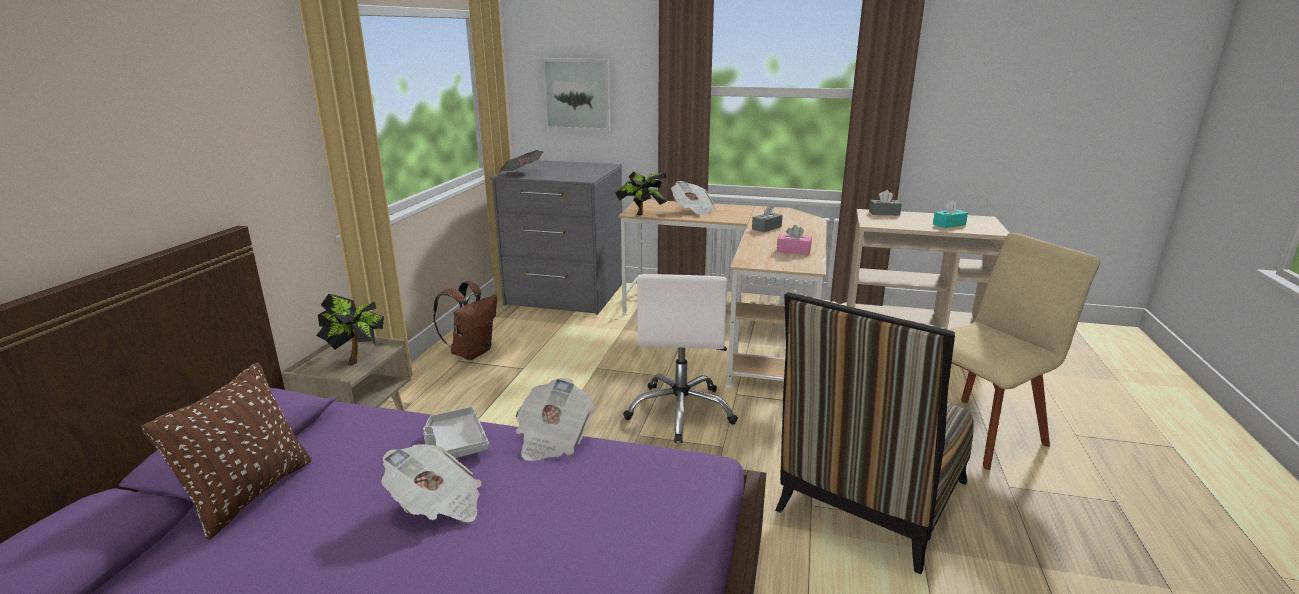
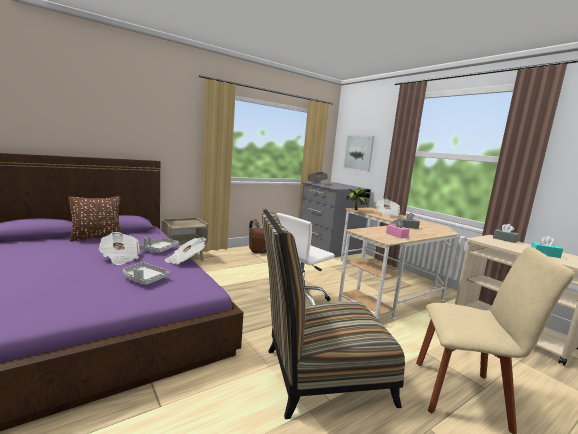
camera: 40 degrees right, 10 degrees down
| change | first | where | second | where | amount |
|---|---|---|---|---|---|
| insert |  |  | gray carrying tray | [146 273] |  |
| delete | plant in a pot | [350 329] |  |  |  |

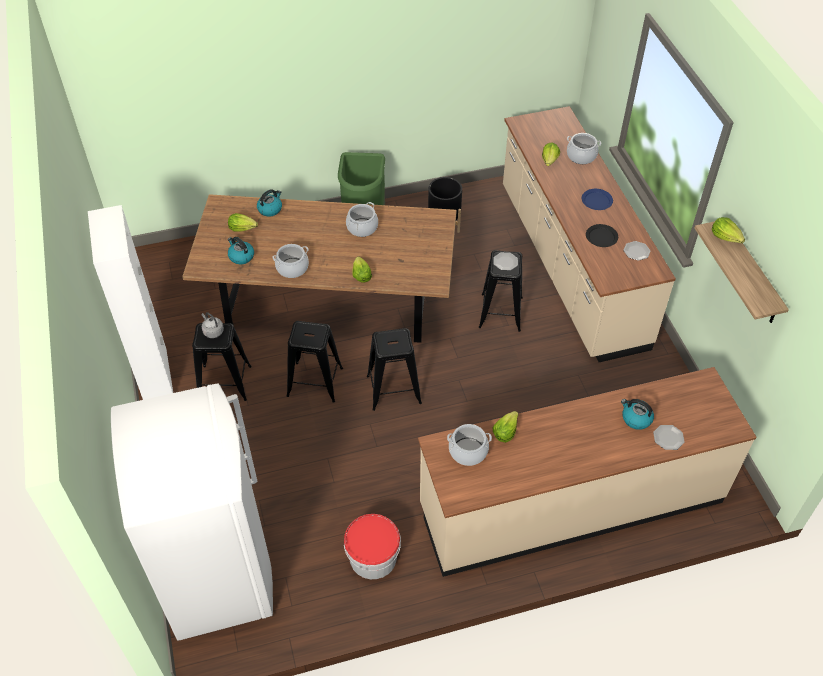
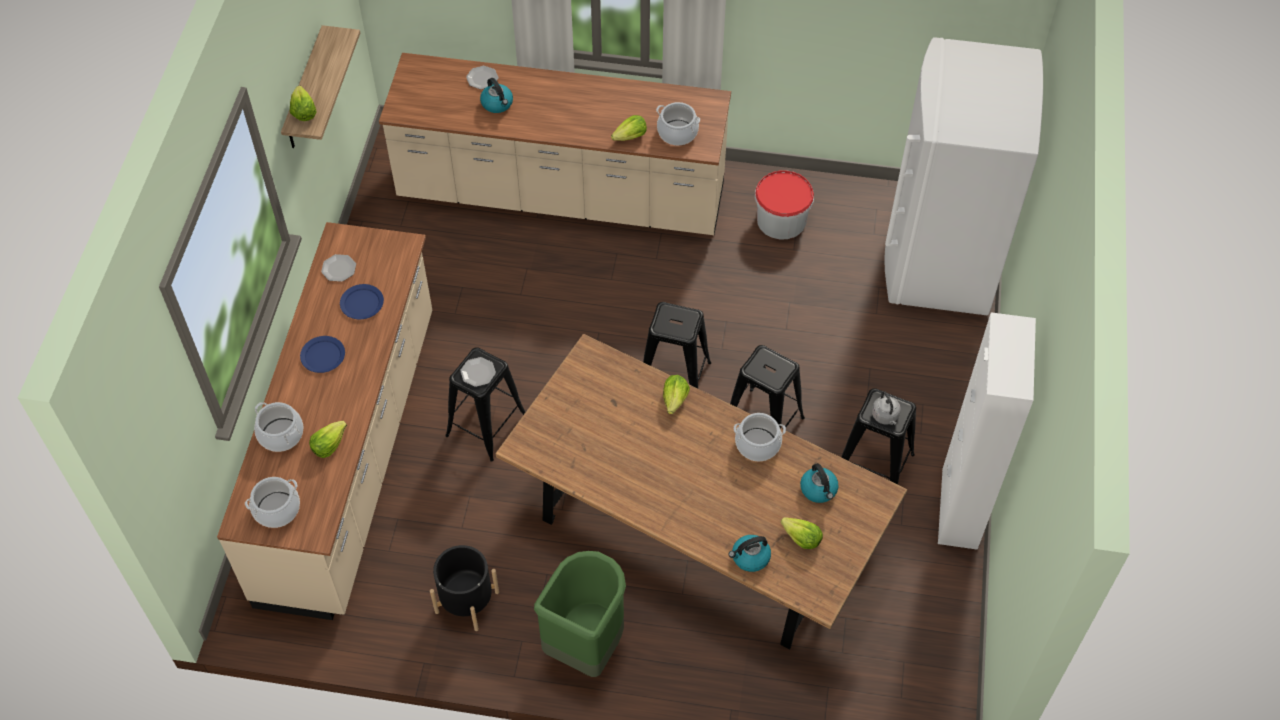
camera: 155 degrees left, 5 degrees up
| change | first | where | second | where | amount |
|---|---|---|---|---|---|
| move | saucepot | [362 219] |  | [272 502] |  |
| recolor | black-coloured dinner plate | [602 235] | blue-coloured dinner plate | [362 301] |  |

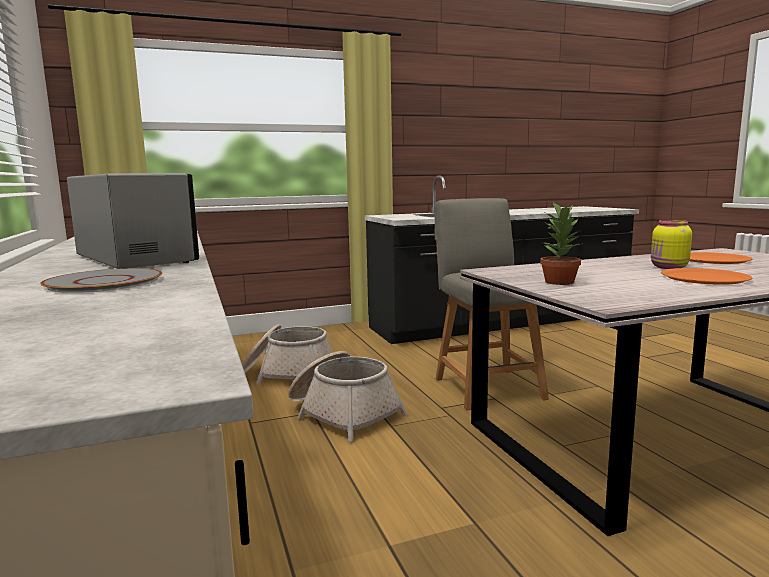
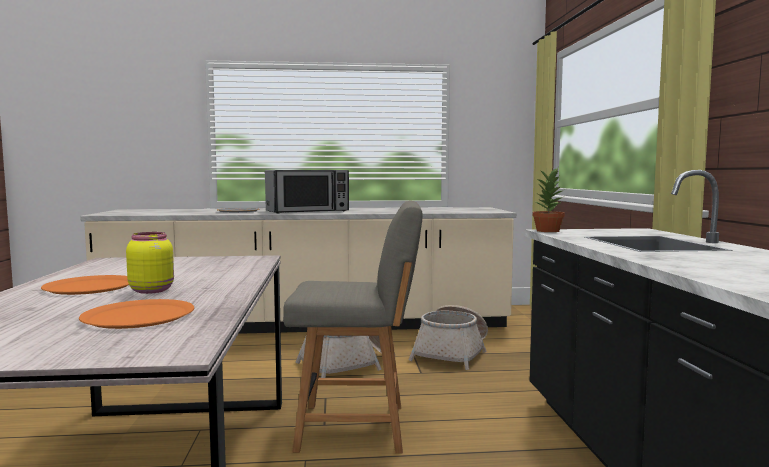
camera: 105 degrees right, 5 degrees down
| change | first | where | second | where | amount |
|---|---|---|---|---|---|
| move | plant in a pot | [561 243] |  | [548 200] |  |

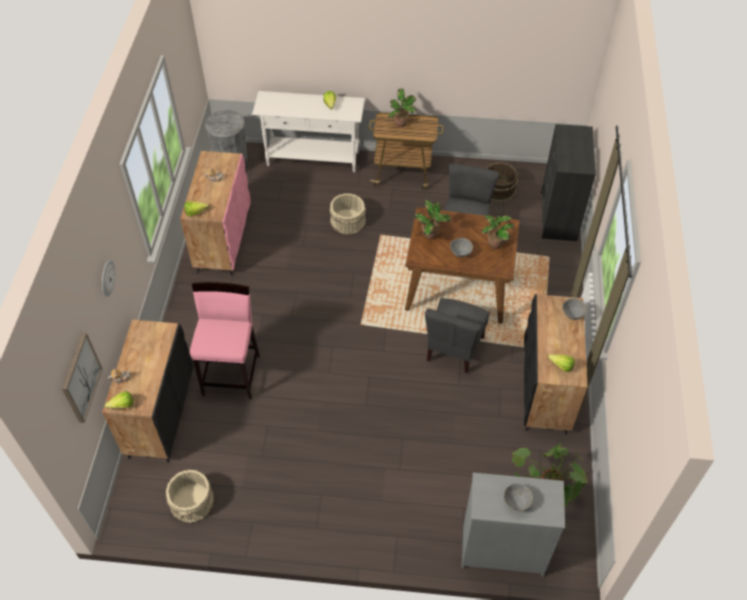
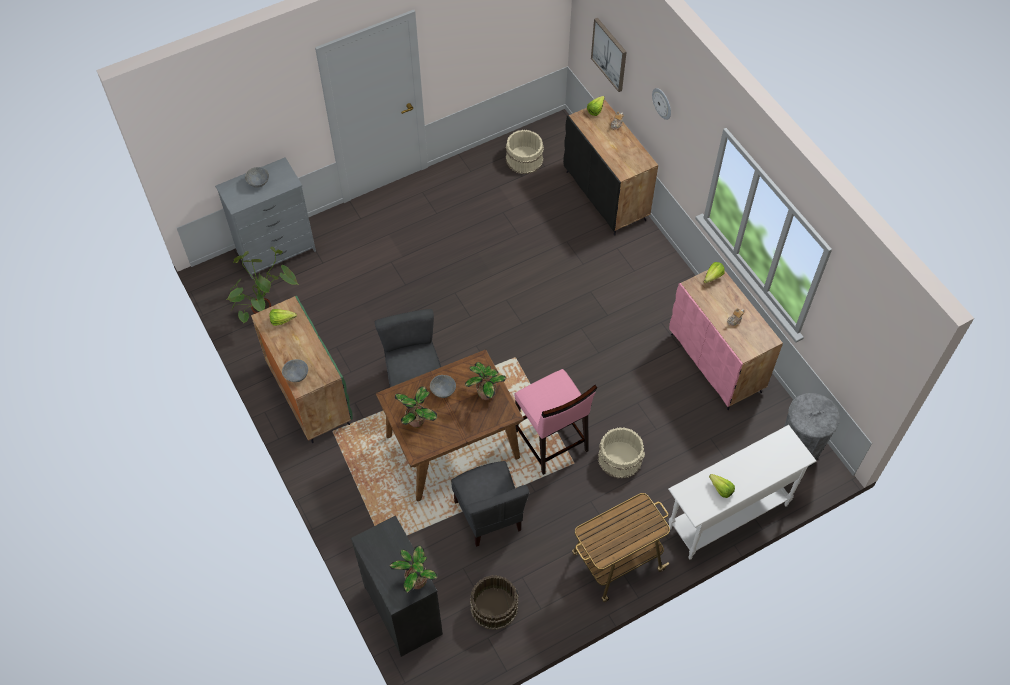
camera: 145 degrees right, 5 degrees up
| change | first | where | second | where | amount |
|---|---|---|---|---|---|
| recolor | black-coloured storage cabinet | [555 364] | green-coloured storage cabinet | [302 369] |  |
| move | plant in a pot | [402 107] |  | [413 569] |  |
| move | pinkish sitting stool | [225 340] |  | [555 422] |  |

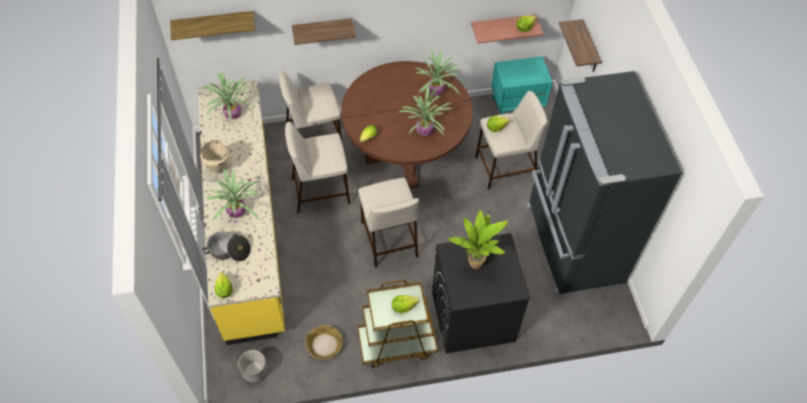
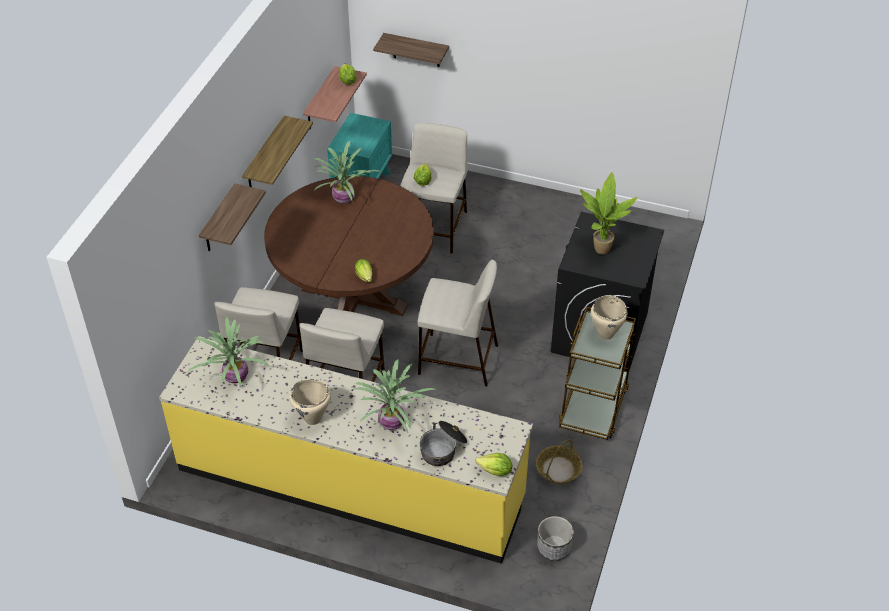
camera: 60 degrees left, 10 degrees down
| change | first | where | second | where | amount |
|---|---|---|---|---|---|
| move | wall shelf | [212 25] |  | [277 151] |  |
| replace | lettuce | [405 304] | sand-coloured saucepot | [609 317] |  |
| delete | plant in a pot | [425 111] |  |  |  |
| delete | black-coloured refrigerator | [604 183] |  |  |  |

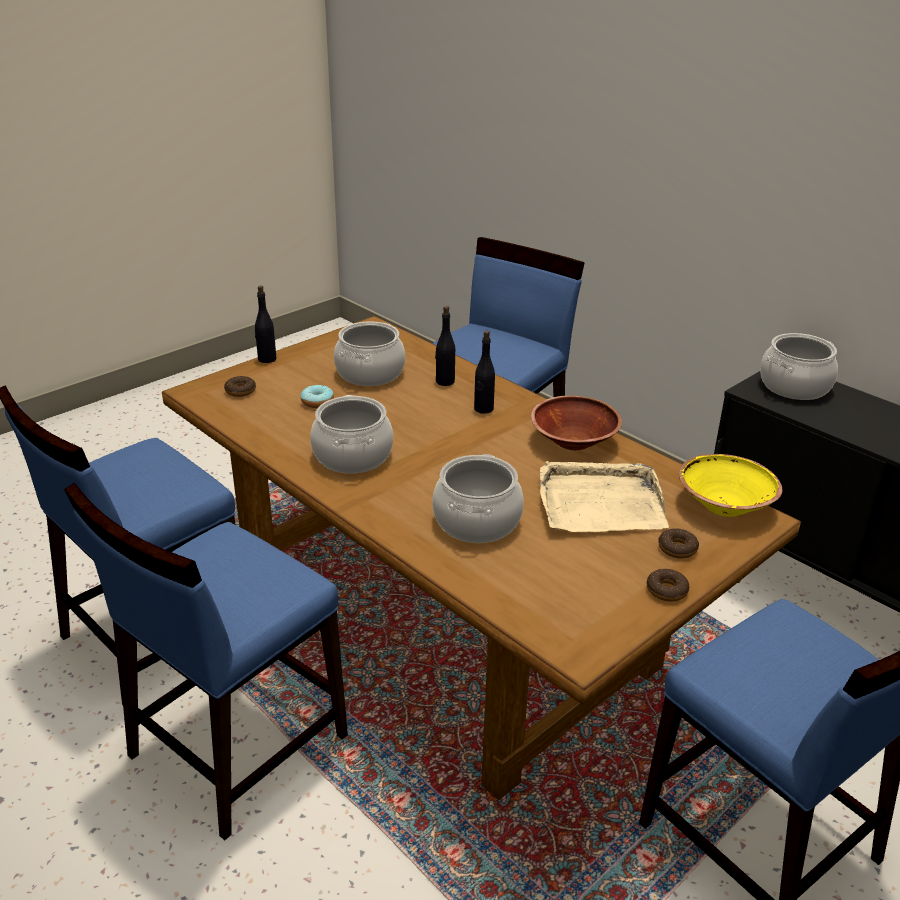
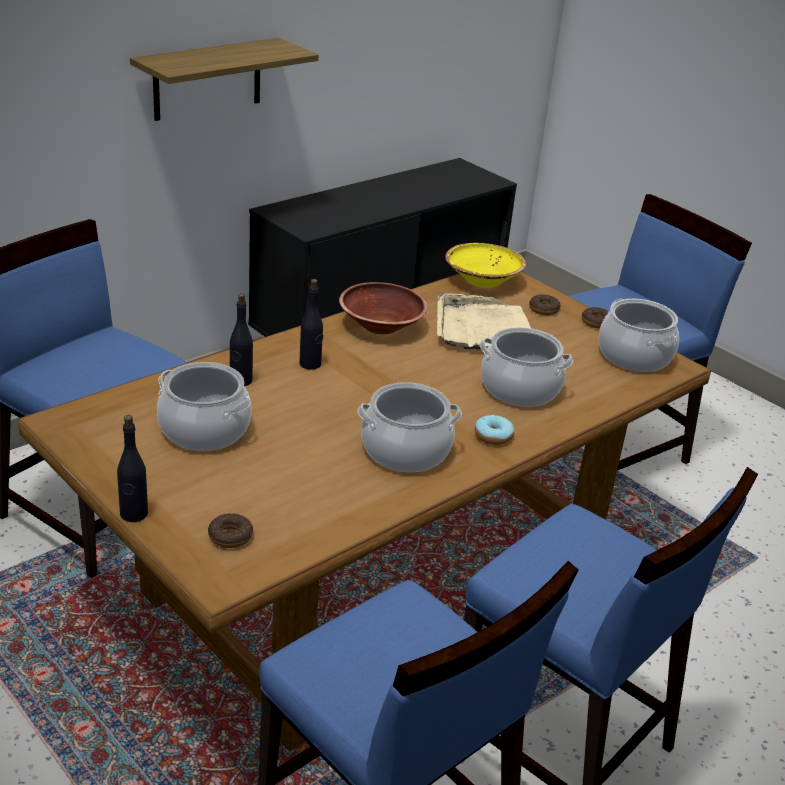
camera: 90 degrees left, 0 degrees up
| change | first | where | second | where | amount |
|---|---|---|---|---|---|
| insert |  |  | wall shelf | [224 79] |  |
| move | doughnut | [317 396] |  | [494 429] |  |
| move | saucepot | [799 366] |  | [638 335] |  |

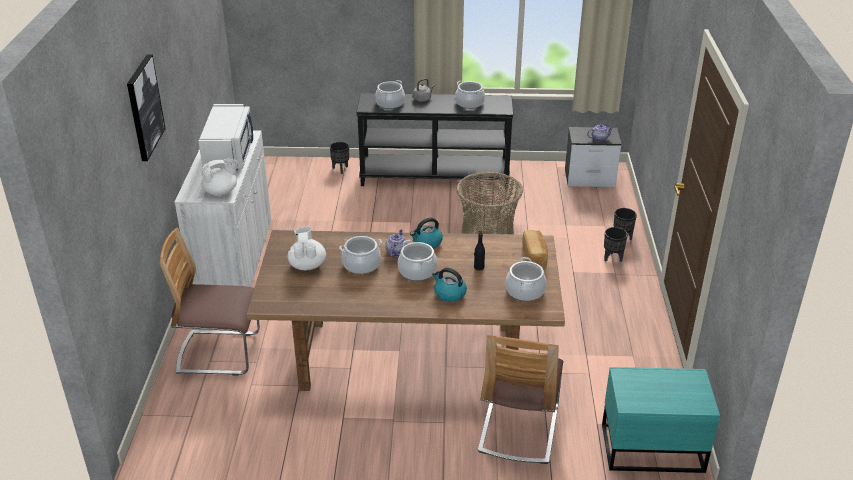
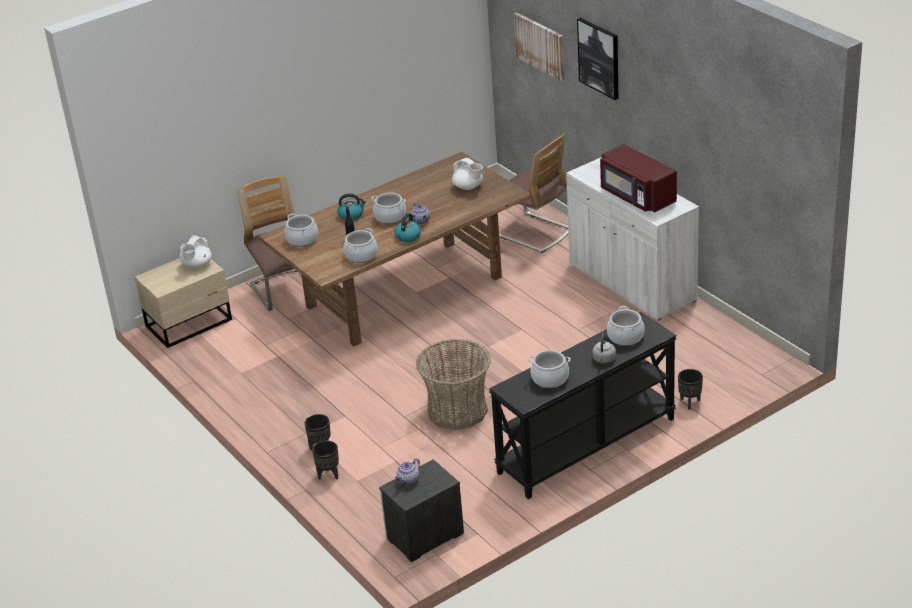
camera: 145 degrees right, 0 degrees up
| change | first | where | second | where | amount |
|---|---|---|---|---|---|
| recolor | turquoise-coloured night table | [661 420] | sand-coloured night table | [183 303] |  |
| move | white-coloured pot for tea | [219 177] |  | [195 251] |  |
| move | saucepot | [360 255] |  | [360 245] |  |
| rotate | upright chair | [210 301] |  | [533 193] | 75 degrees clockwise |
| insert |  |  | picture | [539 47] |  |
| recolor | white-coloured microwave | [226 137] | red-coloured microwave | [638 178] |  |
| delete | bakery bread | [535 249] |  |  |  |

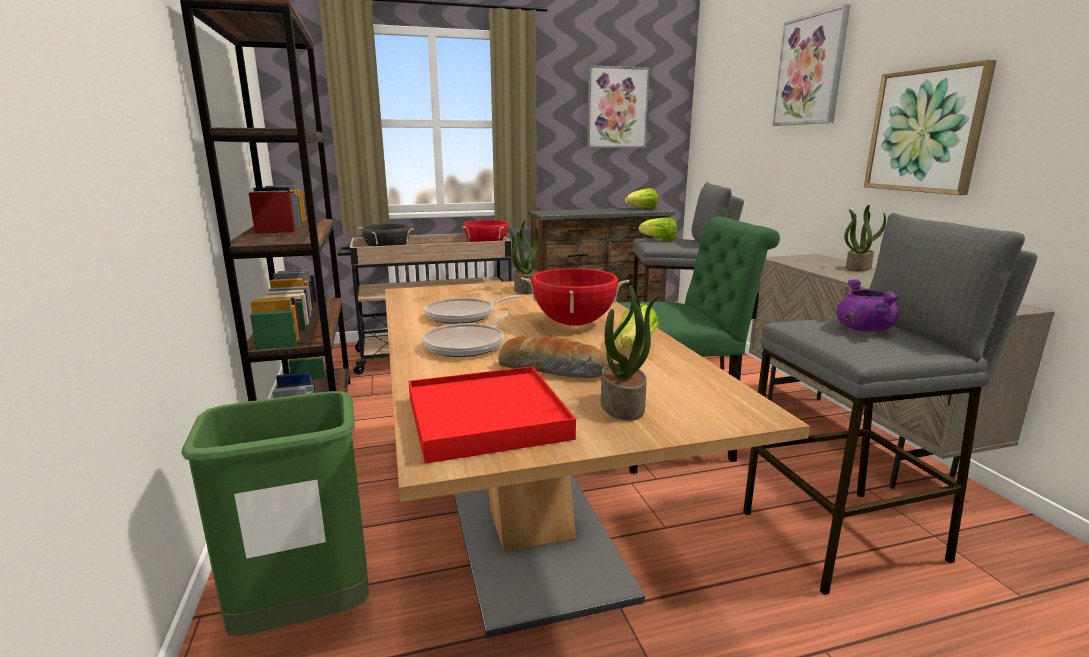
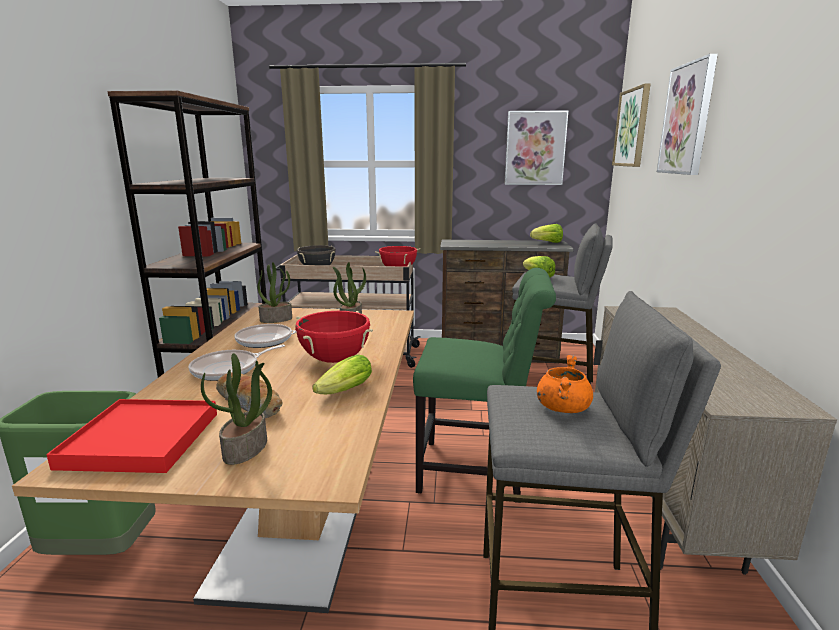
camera: 20 degrees right, 0 degrees up
| change | first | where | second | where | amount |
|---|---|---|---|---|---|
| move | plant in a pot | [865 238] |  | [274 292] |  |
| recolor | purplish saucepot | [868 305] | orange-coloured saucepot | [565 384] |  |
| move | picture | [930 127] |  | [631 125] |  |

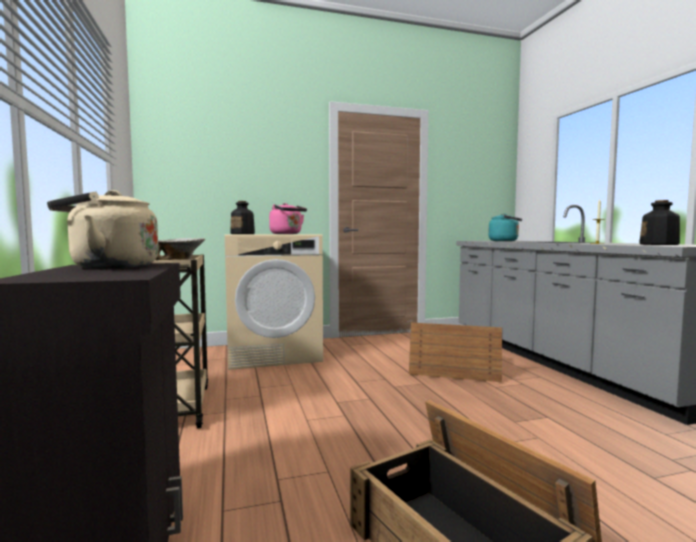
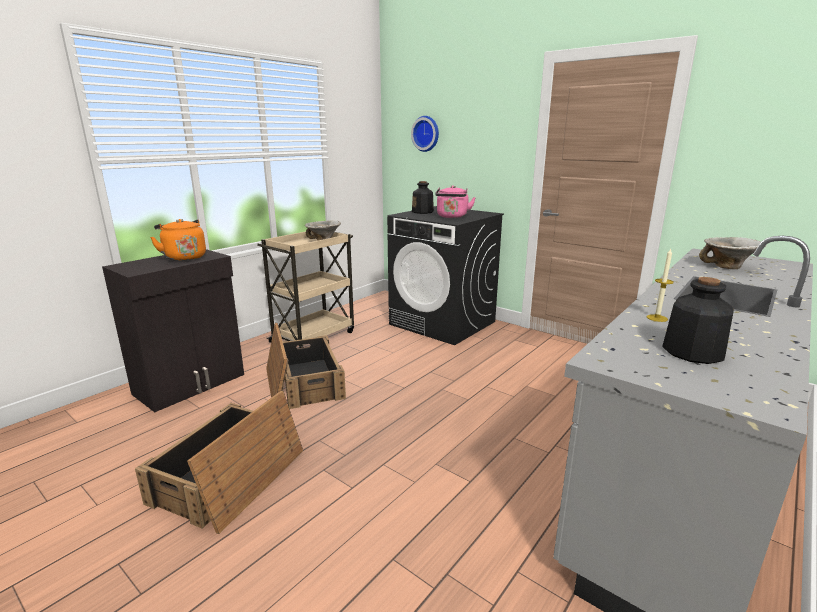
camera: 55 degrees right, 15 degrees up
| change | first | where | second | where | amount |
|---|---|---|---|---|---|
| recolor | sand-coloured tea kettle | [102 229] | orange-coloured tea kettle | [178 240] |  |
| move | packing crate | [455 352] |  | [306 366] |  |
| recolor | sand-coloured laundry appliance | [274 302] | black-coloured laundry appliance | [445 275] |  |
| insert |  |  | hanging clock | [425 134] |  |
| replace | turquoise-coloured tea kettle | [505 227] | bowl | [732 253] |  |

